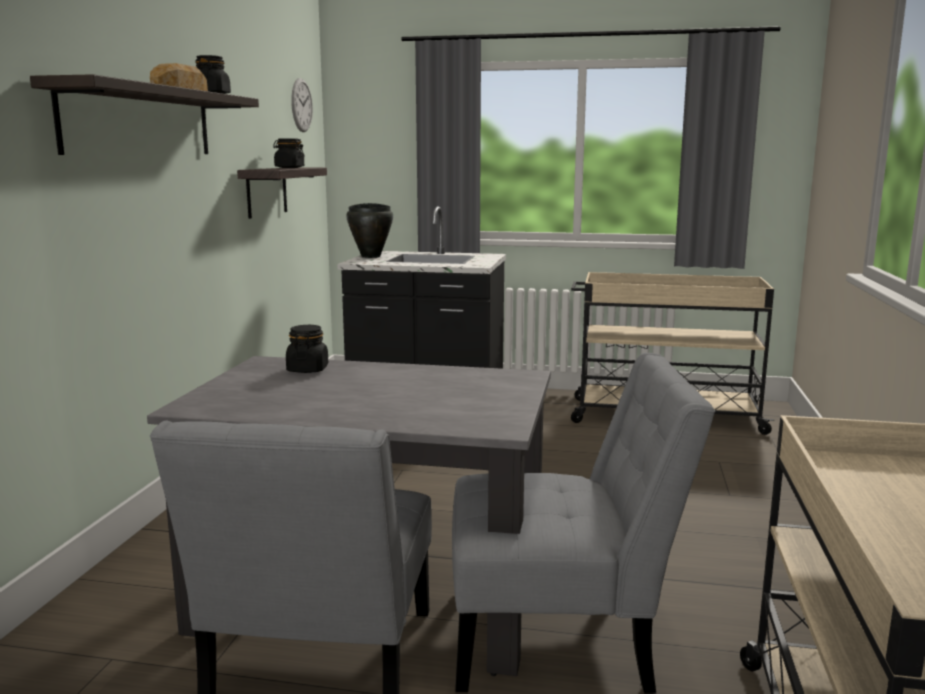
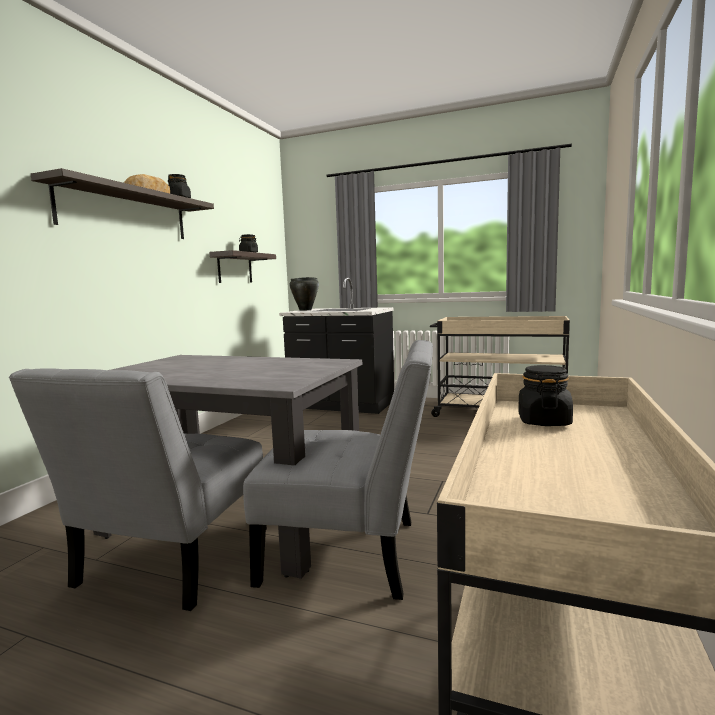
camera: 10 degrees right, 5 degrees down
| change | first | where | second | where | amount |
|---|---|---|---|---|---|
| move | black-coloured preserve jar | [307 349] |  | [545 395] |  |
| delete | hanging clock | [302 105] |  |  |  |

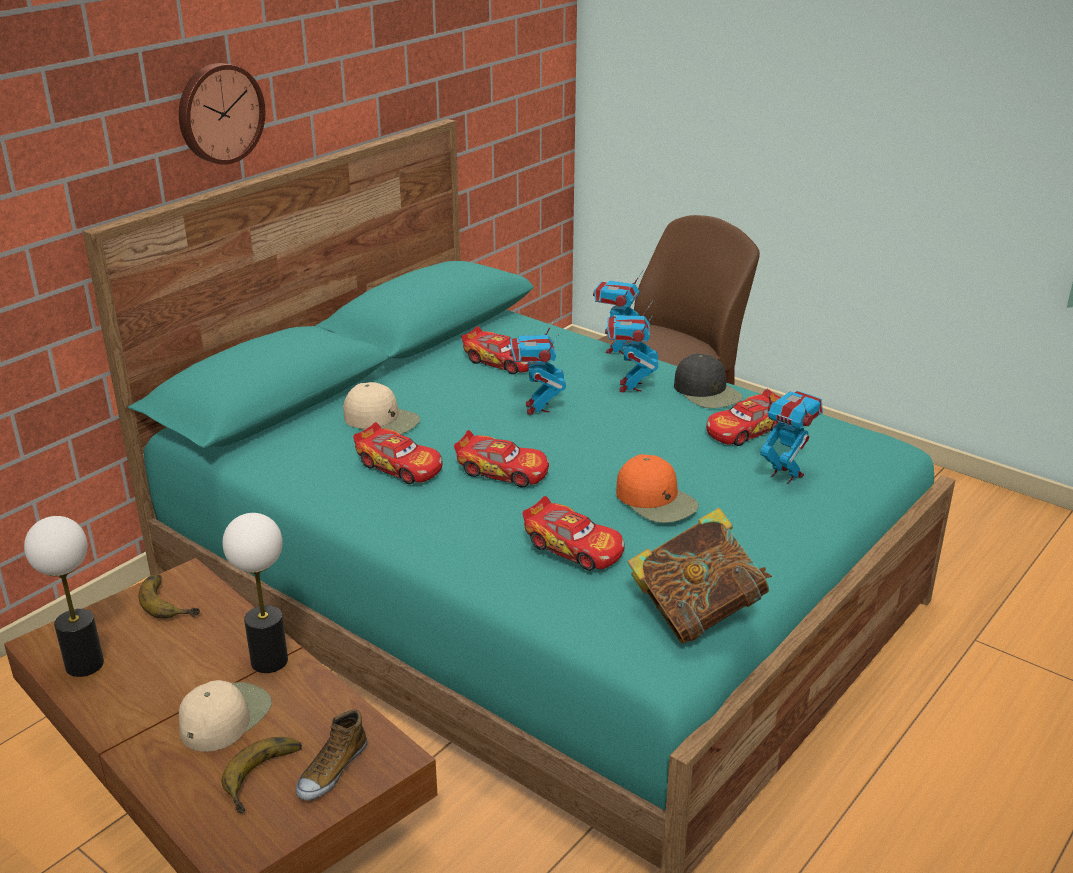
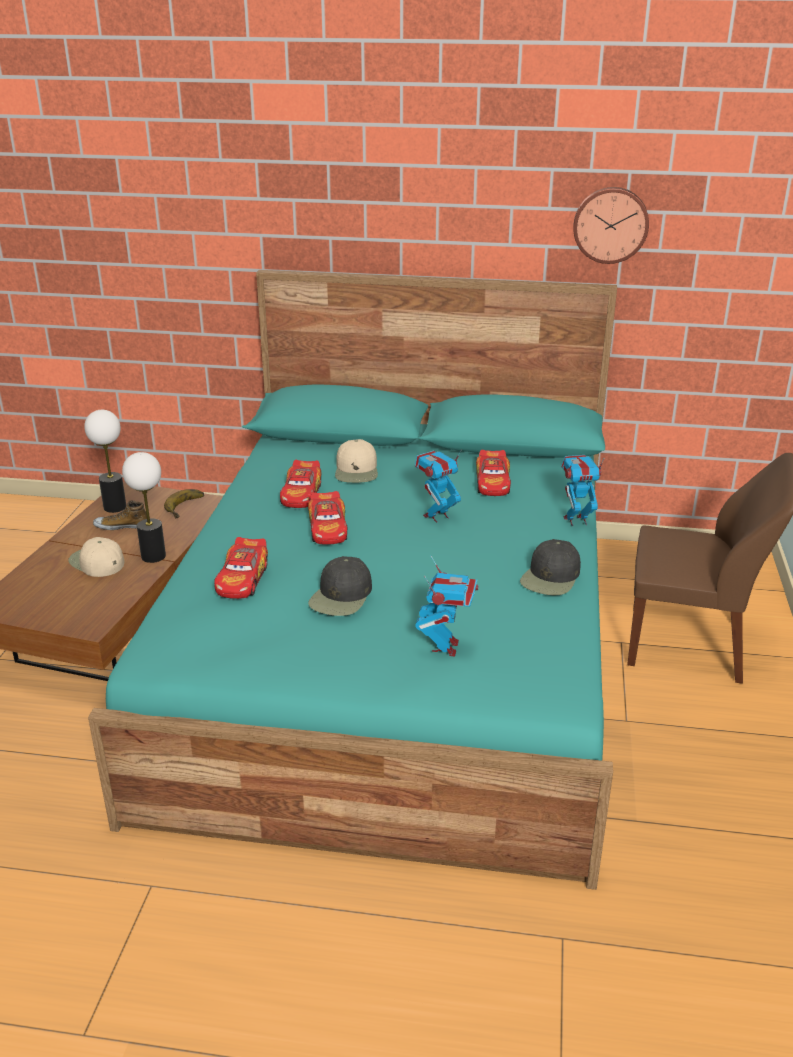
camera: 60 degrees right, 0 degrees up
| change | first | where | second | where | amount |
|---|---|---|---|---|---|
| rotate | sand-coloured peaked cap | [225 716] |  | [96 557] | 135 degrees counterclockwise |
| move | low shoe | [331 755] |  | [120 515] |  |
| recolor | orange-coloured peaked cap | [657 488] | black-coloured peaked cap | [340 586] |  |
| move | hanging clock | [222 114] |  | [611 225] |  |
| delete | banana | [262 775] |  |  |  |
| delete | toy robot | [631 346] |  |  |  |
| delete | book | [700 576] |  |  |  |
| delete | model car | [743 417] |  |  |  |

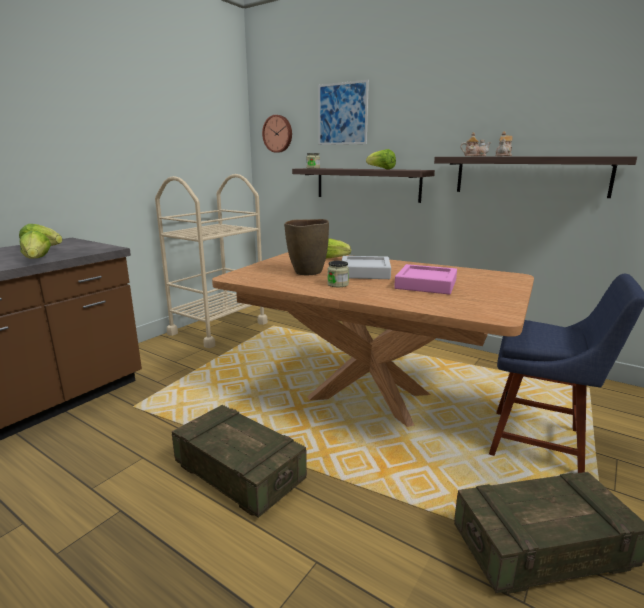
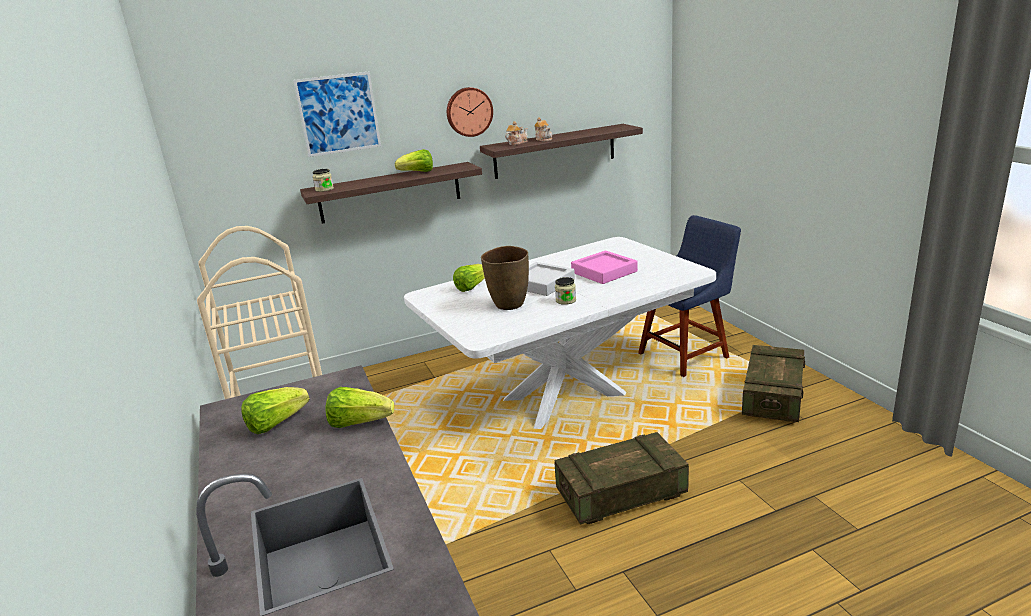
camera: 55 degrees left, 5 degrees up
| change | first | where | second | where | amount |
|---|---|---|---|---|---|
| recolor | brown dinner table | [373 339] | white-coloured dinner table | [560 333] |  |
| move | hanging clock | [277 134] |  | [470 112] |  |

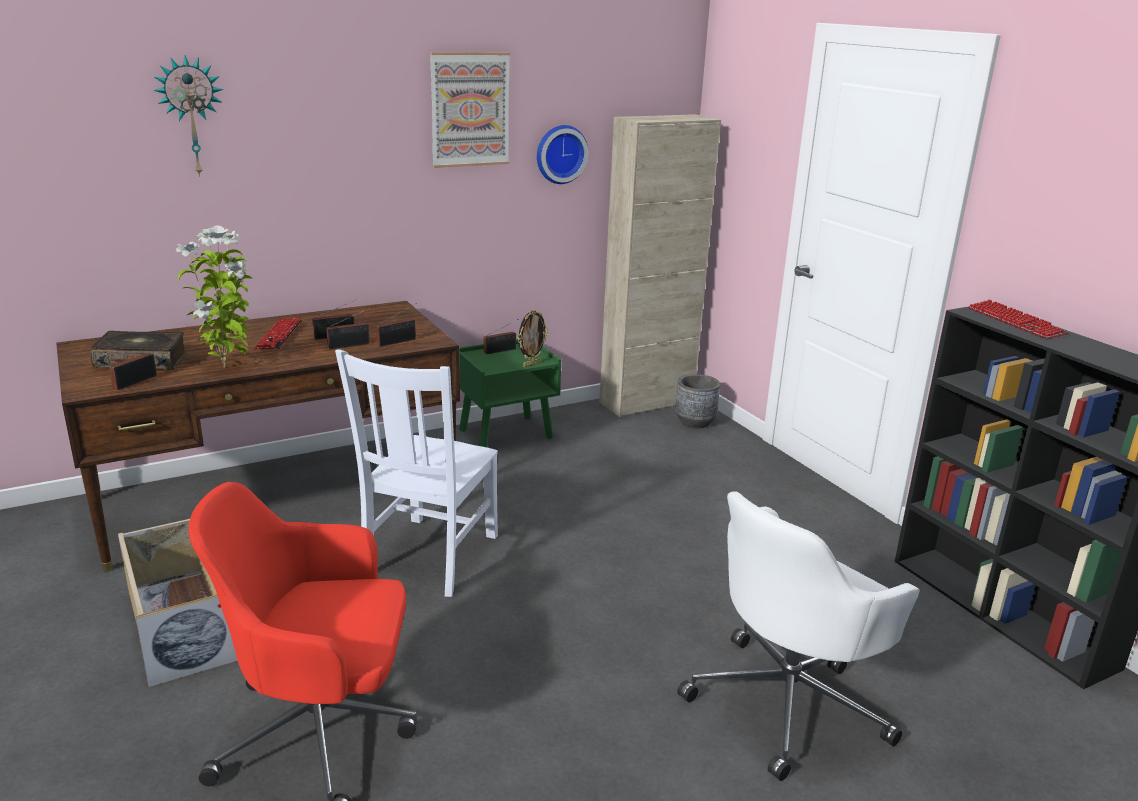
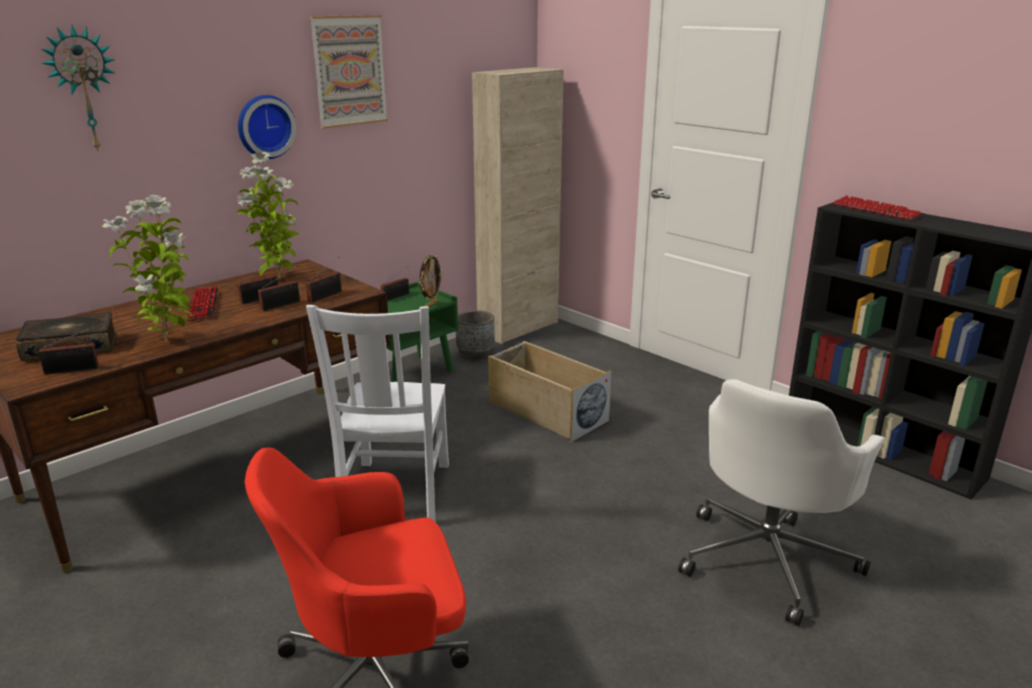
camera: 15 degrees left, 0 degrees up
| change | first | where | second | where | amount |
|---|---|---|---|---|---|
| rotate | radio receiver | [130 371] |  | [68 350] | 120 degrees counterclockwise |
| insert |  |  | plant in a pot | [267 215] |  |
| move | hanging clock | [562 154] |  | [267 127] |  |
| move | gray plant pot | [697 401] |  | [475 335] |  |
| move | sand-coloured storage container | [178 603] |  | [550 391] |  |

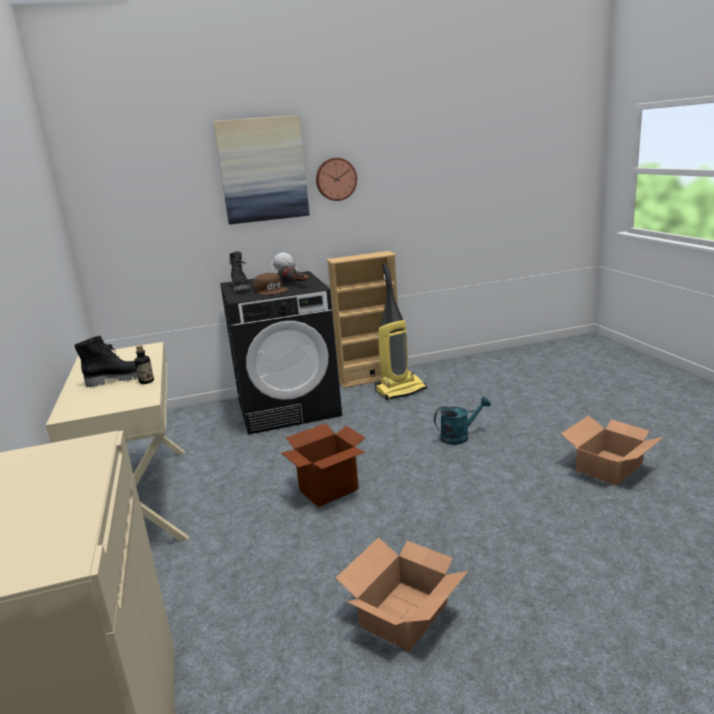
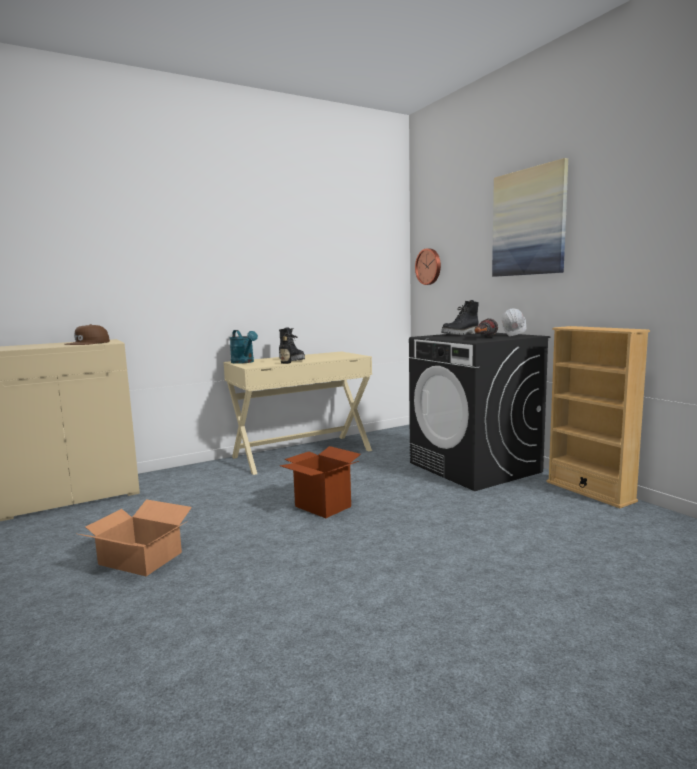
camera: 75 degrees right, 10 degrees down
| change | first | where | second | where | amount |
|---|---|---|---|---|---|
| move | brown peaked cap | [270 284] |  | [87 334] |  |
| move | turquoise-coloured watering can | [462 420] |  | [244 347] |  |
| move | hanging clock | [336 179] |  | [428 267] |  |
| delete | hoover | [401 331] |  |  |  |
| delete | packing box | [612 451] |  |  |  |

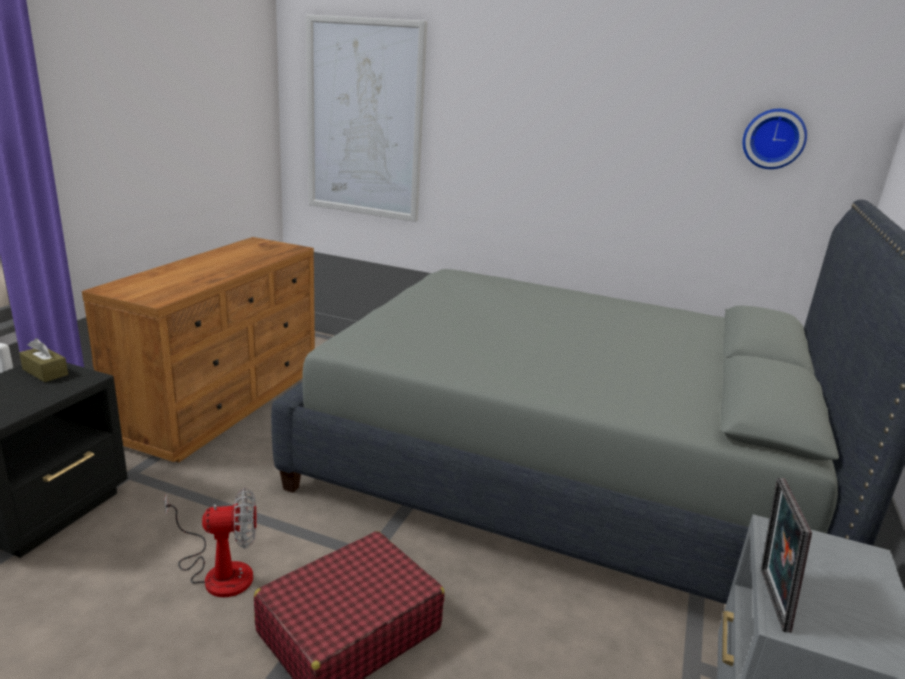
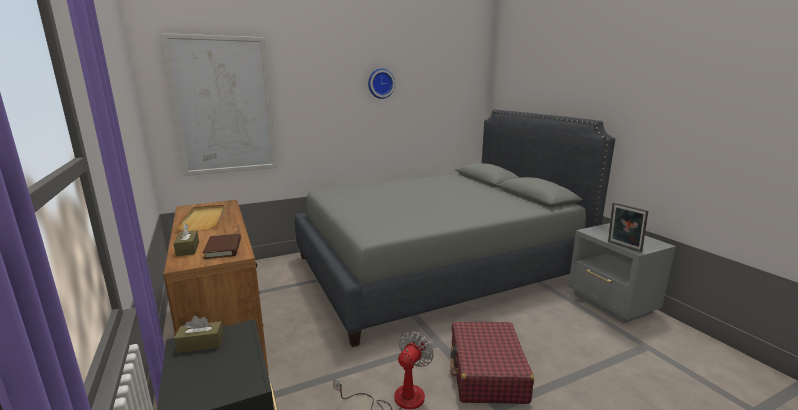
camera: 45 degrees left, 5 degrees down
| change | first | where | second | where | amount |
|---|---|---|---|---|---|
| insert |  |  | brown tissue box | [186 240] |  |
| insert |  |  | sand-coloured carrying tray | [200 218] |  |
| insert |  |  | brown book | [222 246] |  |
| move | hanging clock | [774 139] |  | [381 83] |  |

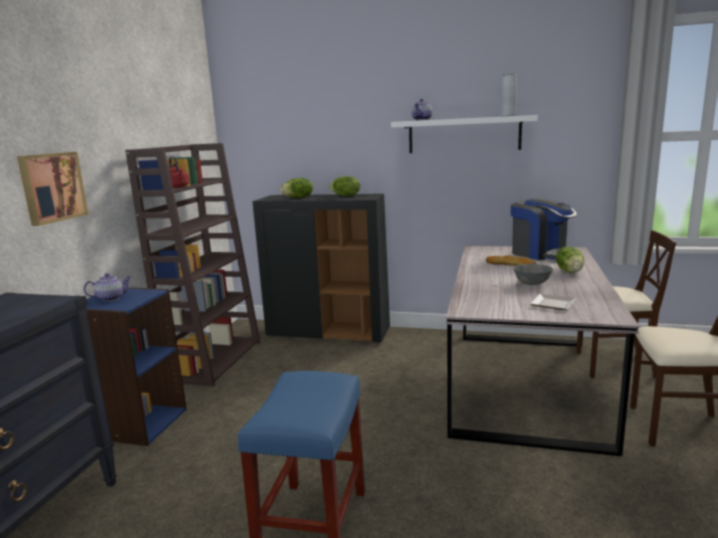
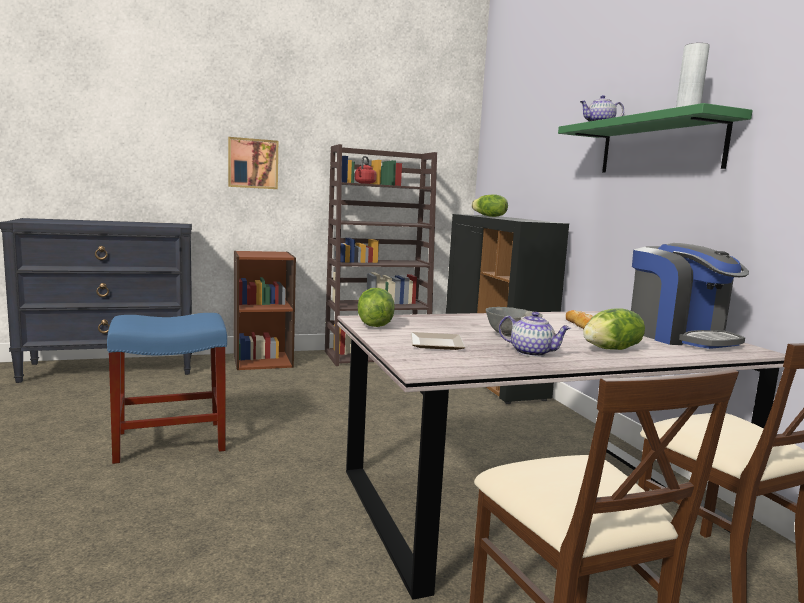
camera: 55 degrees right, 5 degrees down
| change | first | where | second | where | amount |
|---|---|---|---|---|---|
| recolor | blue-coloured bookshelf | [136 367] | brown bookshelf | [265 310] |  |
| move | lettuce | [344 186] |  | [376 307] |  |
| move | pot for tea | [107 287] |  | [535 334] |  |
| recolor | white-coloured wall shelf | [464 134] | green-coloured wall shelf | [655 138] |  |
| rotate | coffee brewer | [544 229] |  | [690 296] | 45 degrees counterclockwise |

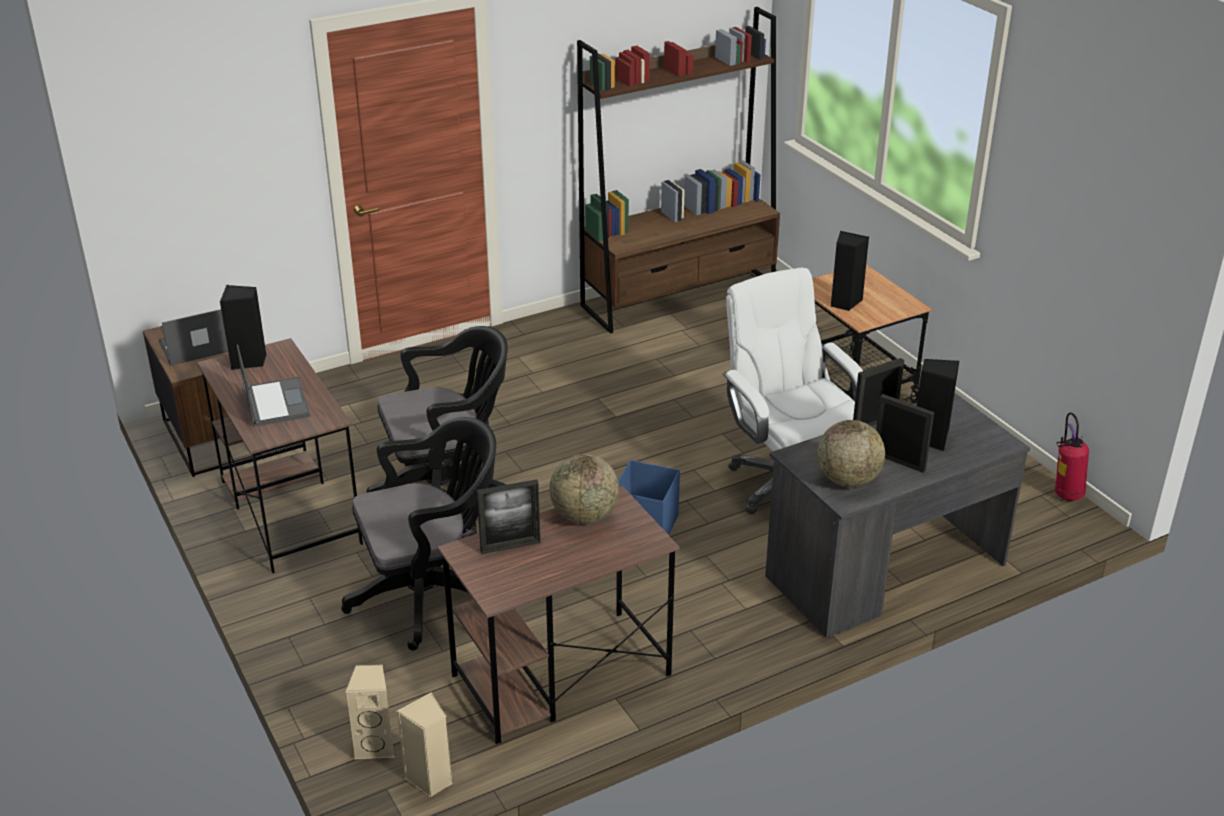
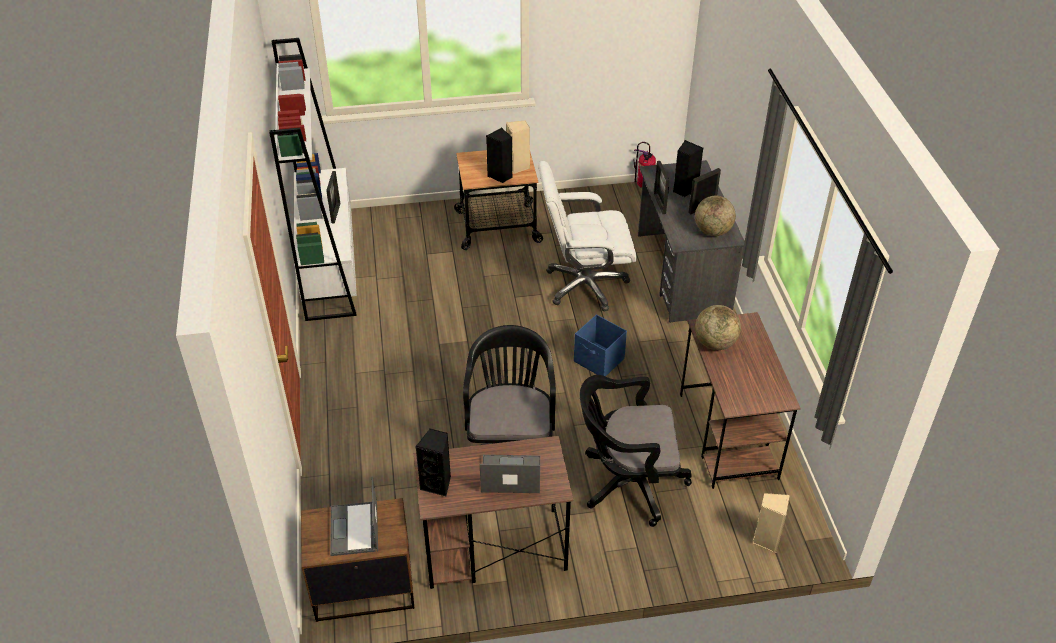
camera: 70 degrees left, 10 degrees up
| change | first | where | second | where | amount |
|---|---|---|---|---|---|
| recolor | brown bookshelf | [678 170] | white-coloured bookshelf | [313 179] |  |
| move | standing frame | [509 516] |  | [333 197] |  |
| move | sand-coloured speaker | [425 745] |  | [518 147] |  |
| rotate | black-coloured office chair | [418 534] |  | [636 451] | 90 degrees counterclockwise |

